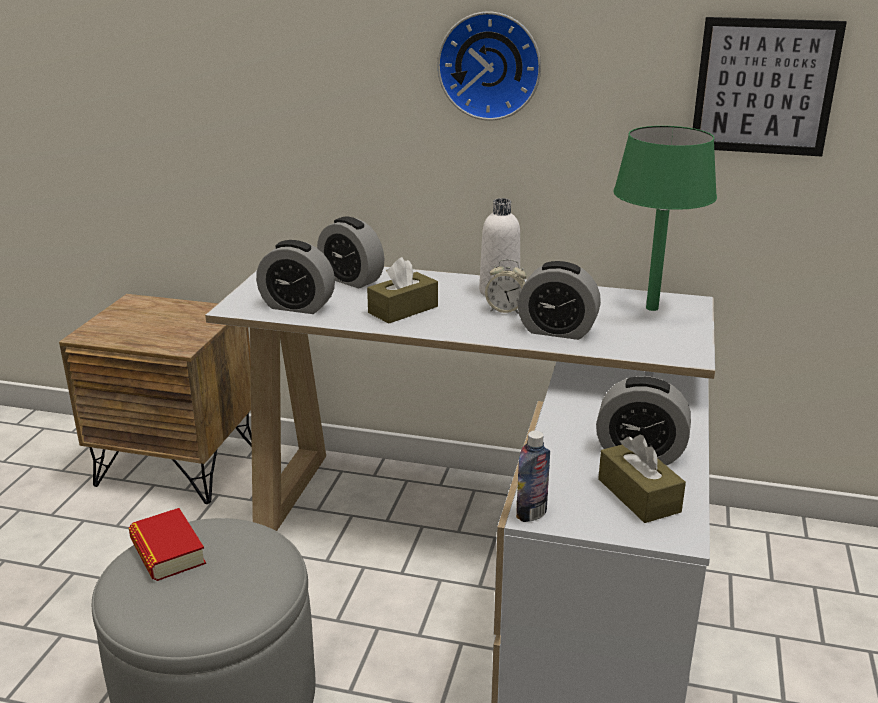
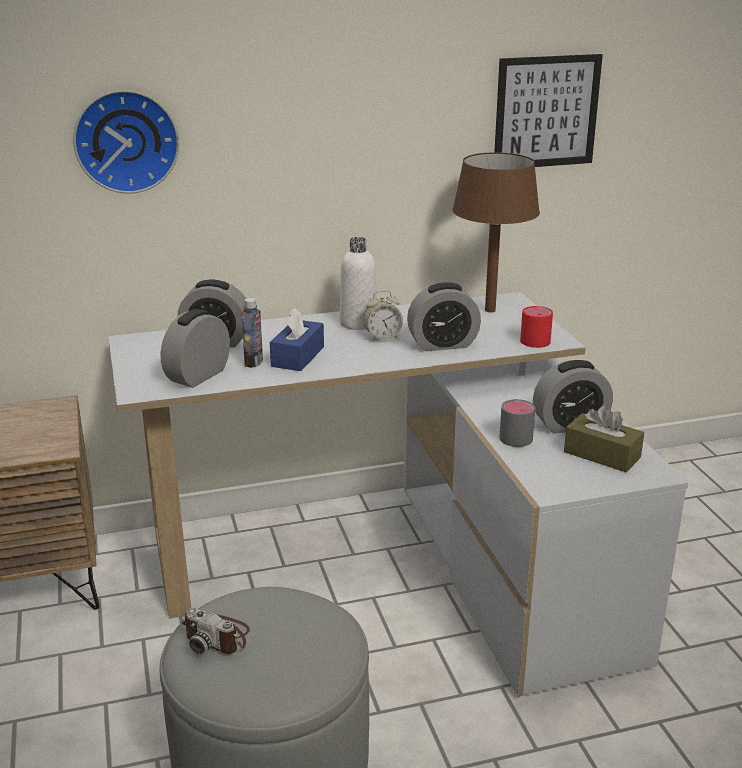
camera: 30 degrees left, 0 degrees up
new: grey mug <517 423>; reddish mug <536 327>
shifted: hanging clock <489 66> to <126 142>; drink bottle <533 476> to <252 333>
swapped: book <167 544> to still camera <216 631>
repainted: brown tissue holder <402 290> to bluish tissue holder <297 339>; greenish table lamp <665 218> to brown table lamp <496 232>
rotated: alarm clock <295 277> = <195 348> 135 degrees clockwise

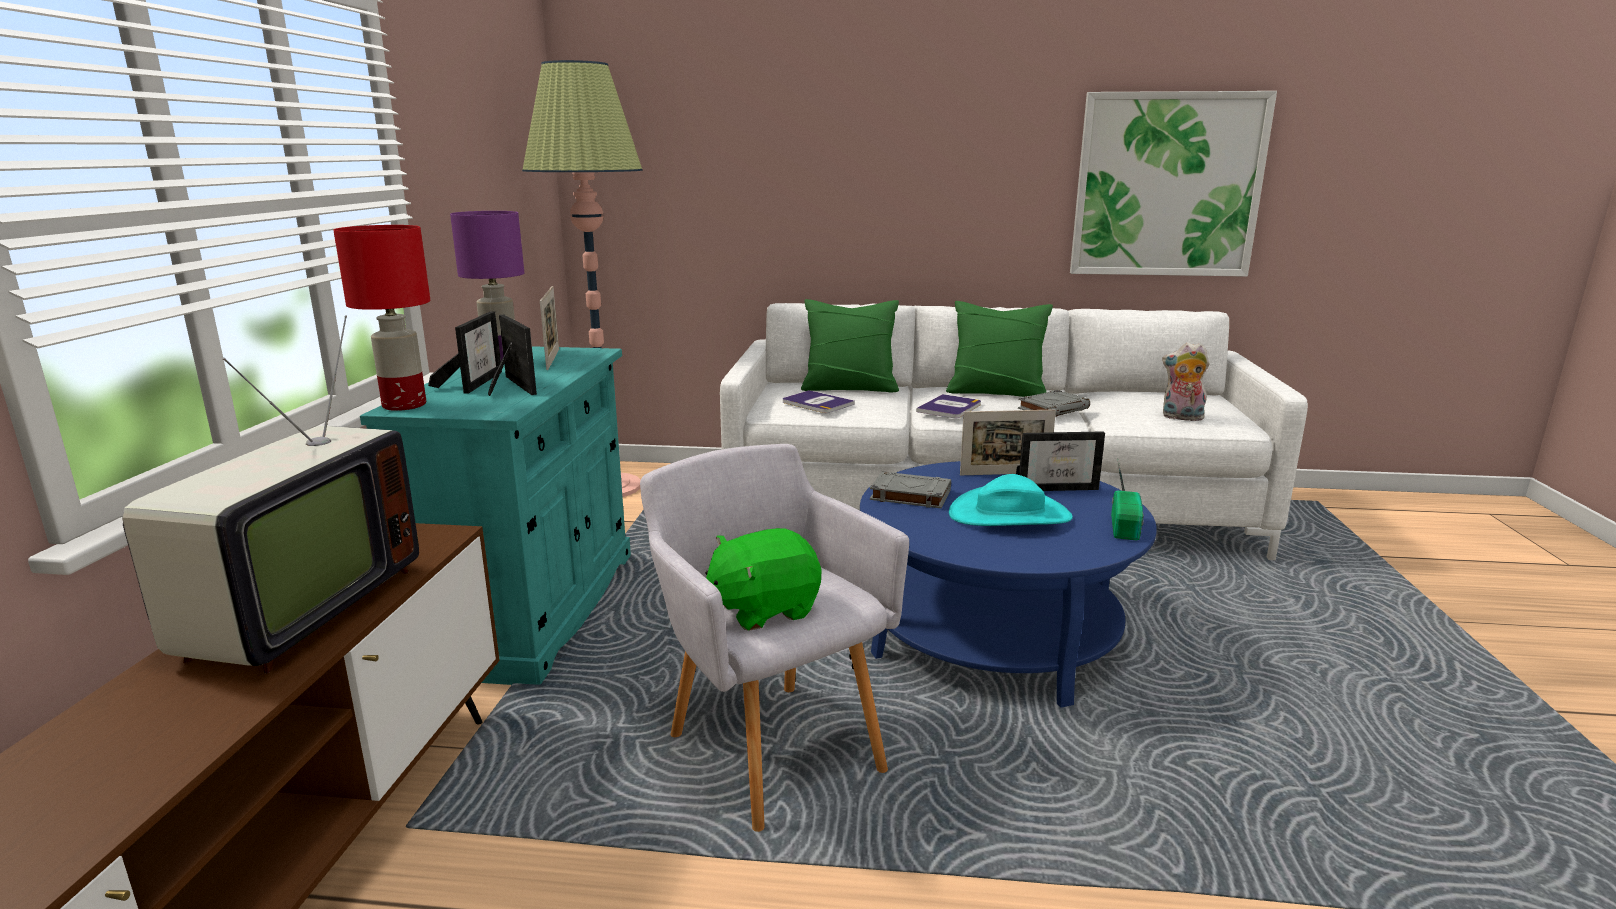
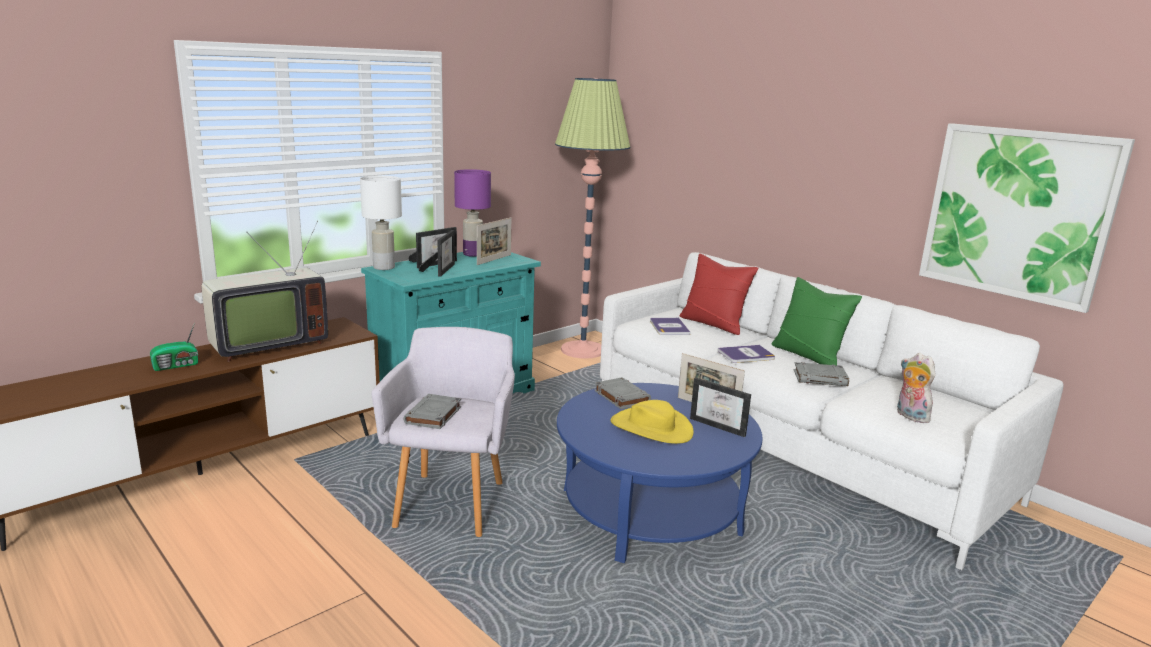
camera: 40 degrees right, 0 degrees up
shifted: radio set <1127 499> to <174 346>
swapped: greenish cuddly toy <763 579> to grey book <432 411>
repainted: reddish table lamp <381 318> to white-coloured table lamp <381 223>; greenish cushion <850 345> to reddish cushion <719 294>; blue-green clothing hat <1011 500> to yellowish clothing hat <652 422>

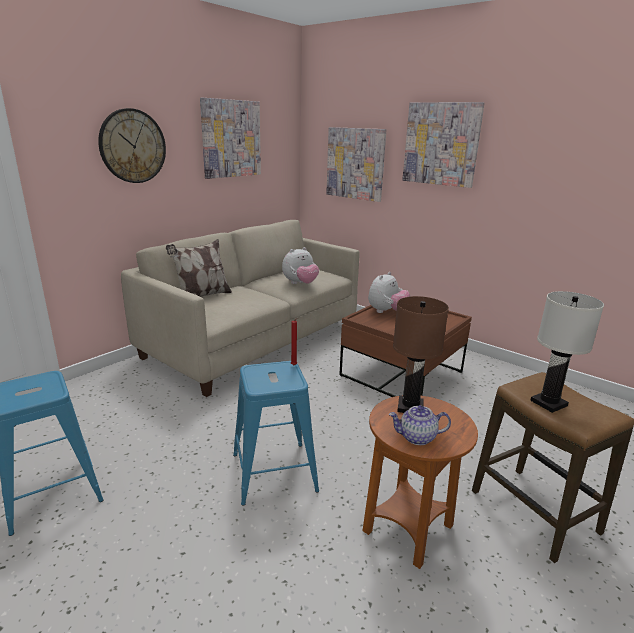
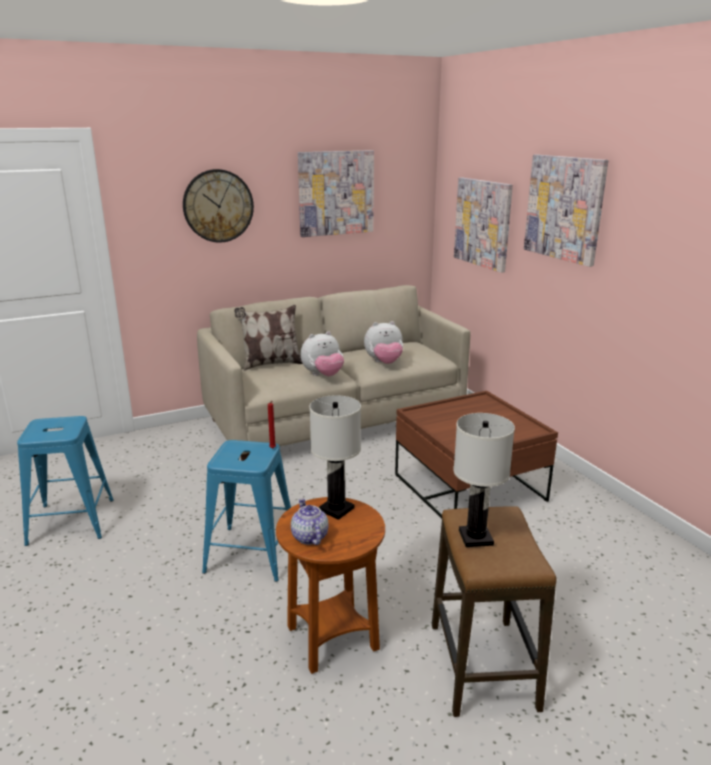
camera: 25 degrees right, 0 degrees up
shifted: cuddly toy <389 292> to <322 353>
repainted: brown table lamp <421 354> to white-coloured table lamp <335 457>
rotated: pot for tea <420 425> = <310 521> 45 degrees clockwise

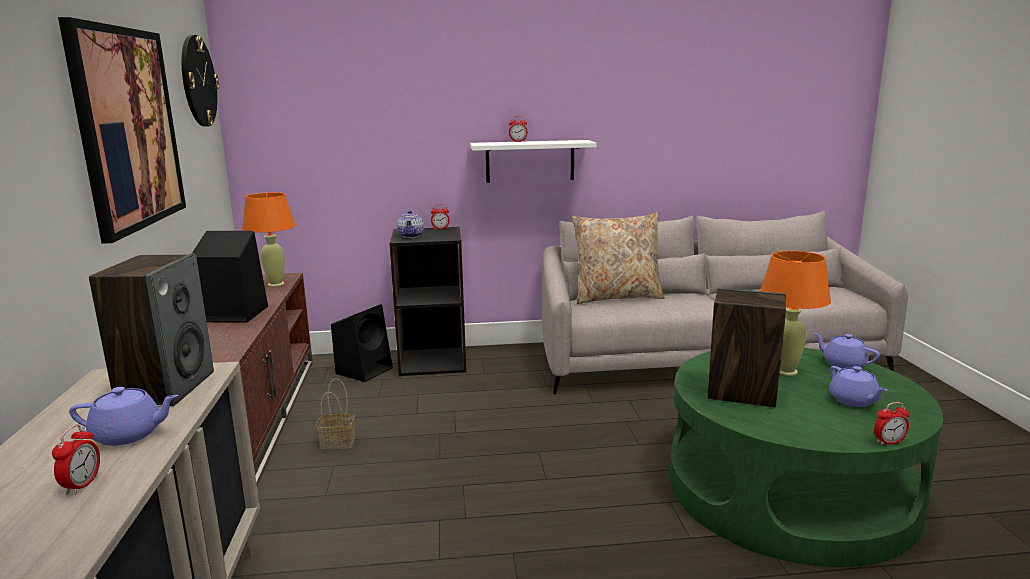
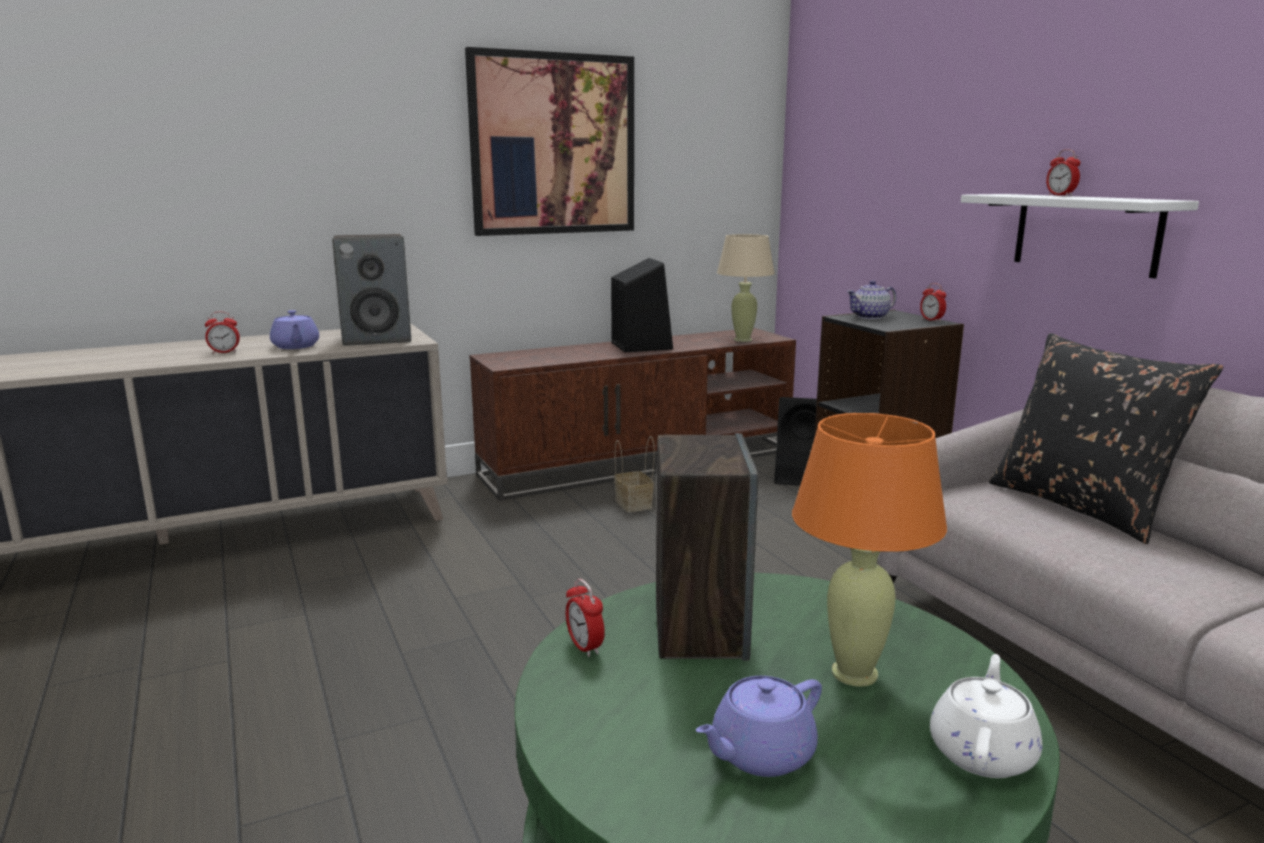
camera: 70 degrees right, 0 degrees up
gone: hanging clock <200 81>
shifted: alarm clock <891 424> to <585 618>
repainted: orange table lamp <268 239> to sand-coloured table lamp <746 288>; sand-coloured cushion <618 258> to blackish cushion <1106 438>; purple-coloured pot for tea <846 350> to white-coloured pot for tea <986 716>

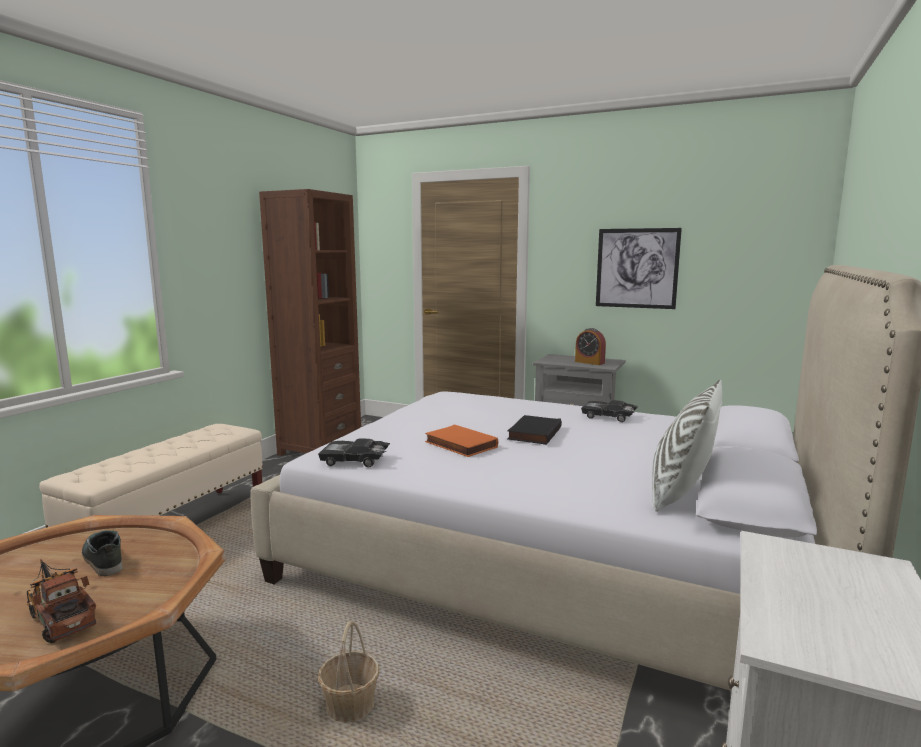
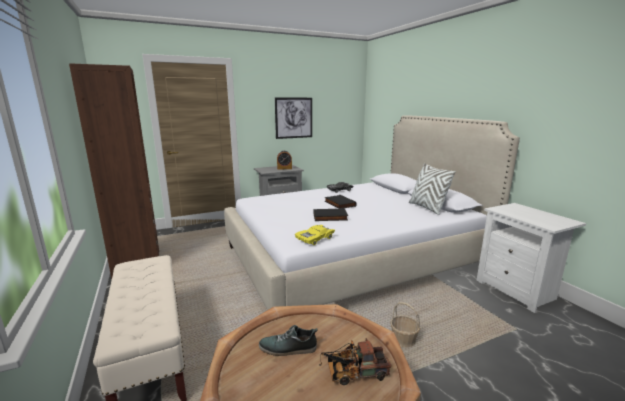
camera: 50 degrees left, 5 degrees up
repainted: blackish toy car <354 452> to yellowish toy car <315 235>; orange book <461 441> to blackish book <330 215>

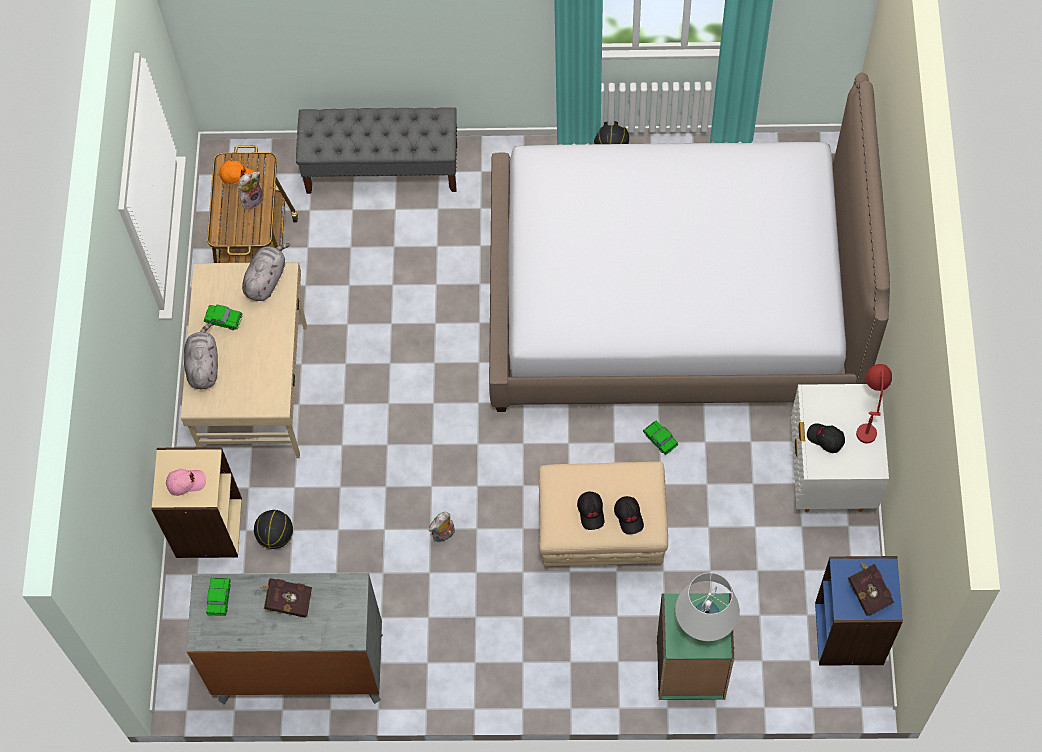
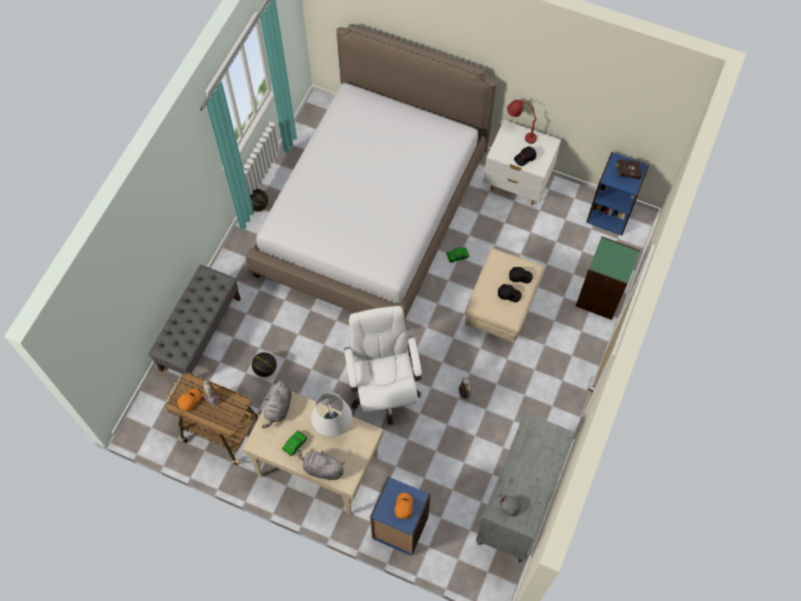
camera: 70 degrees left, 0 degrees up
gone: reddish book <286 598>
new: white-coloured office chair <383 365>
shifted: basketball ball <273 529> to <264 364>; white-coloured table lamp <707 607> to <331 414>
swapped: toy car <218 597> to grey peaked cap <506 505>
repainted: sand-coloured bookshelf <196 502> to bluish bookshelf <400 516>; pink-coloured peaked cap <186 482> to orange peaked cap <404 506>
rotated: grey cuddly toy <266 272> = <277 404> 120 degrees counterclockwise

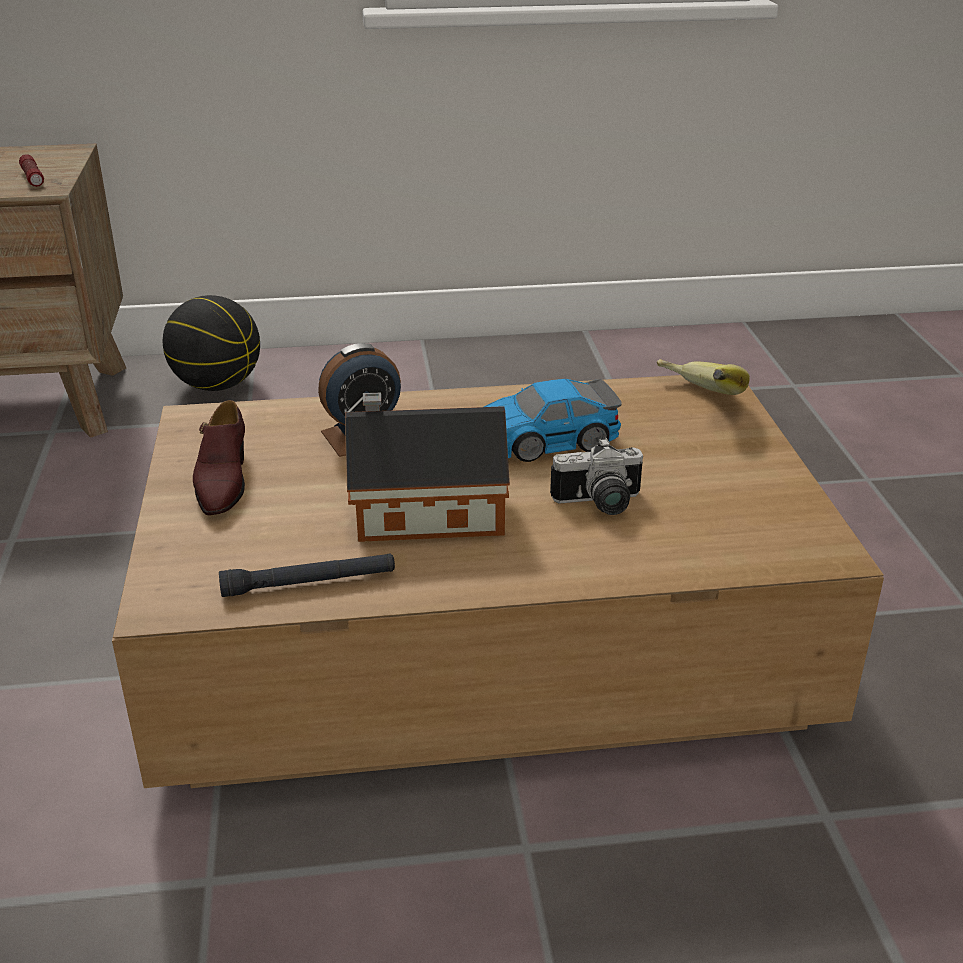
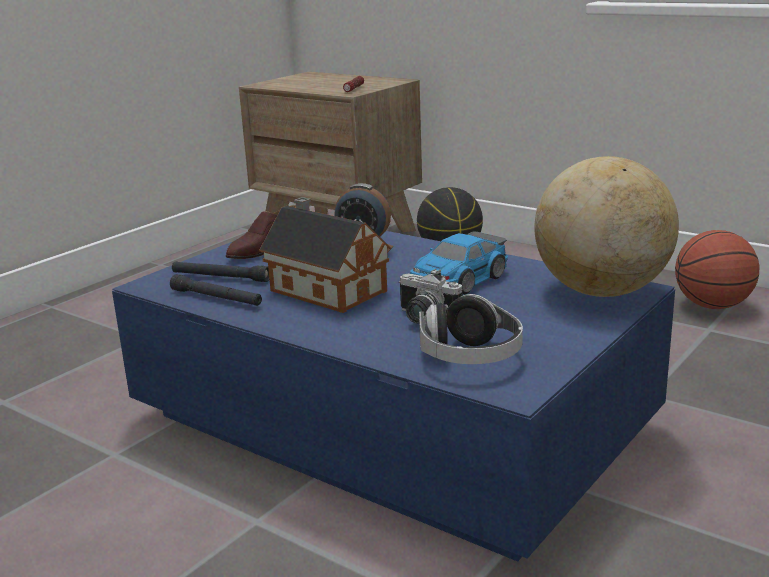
camera: 45 degrees right, 10 degrees down
new: blackish hand torch <220 272>; headset <471 329>; basketball ball <717 269>
swapped: banana <703 377> to desk globe <606 226>
repainted: brown coffee table <498 581> to bluish coffee table <393 396>
rotated: toy car <552 420> = <459 262> 75 degrees counterclockwise

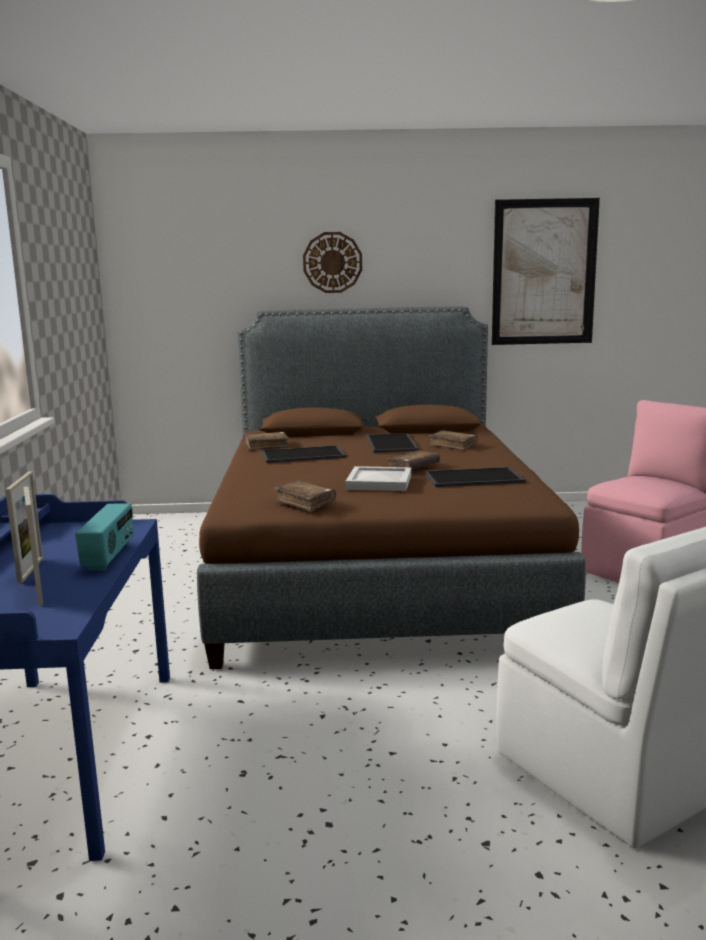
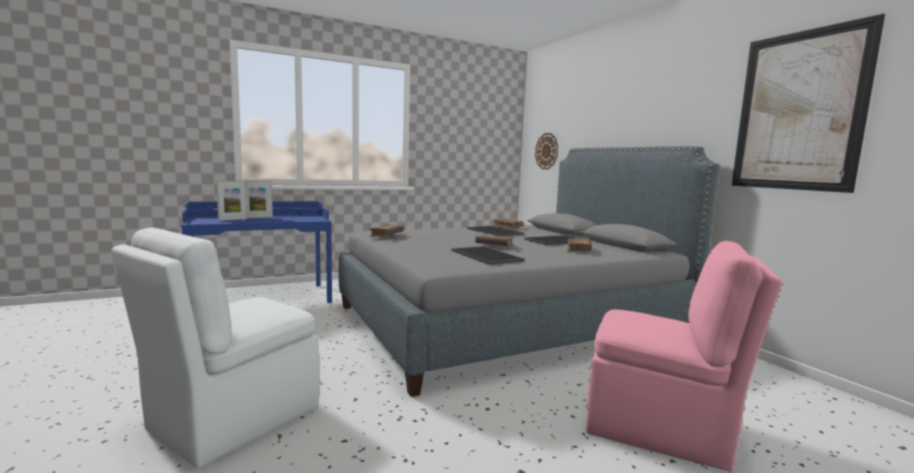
camera: 65 degrees right, 5 degrees down
gone: radio set <104 537>; white-coloured carrying tray <378 478>
shifted: hanging clock <332 262> to <546 151>
repainted: brown bed <391 488> to grey bed <529 271>

